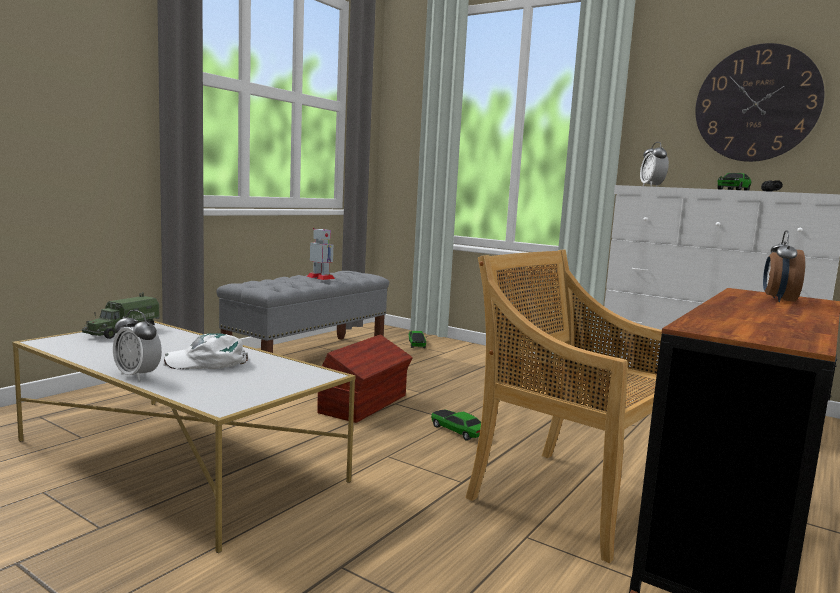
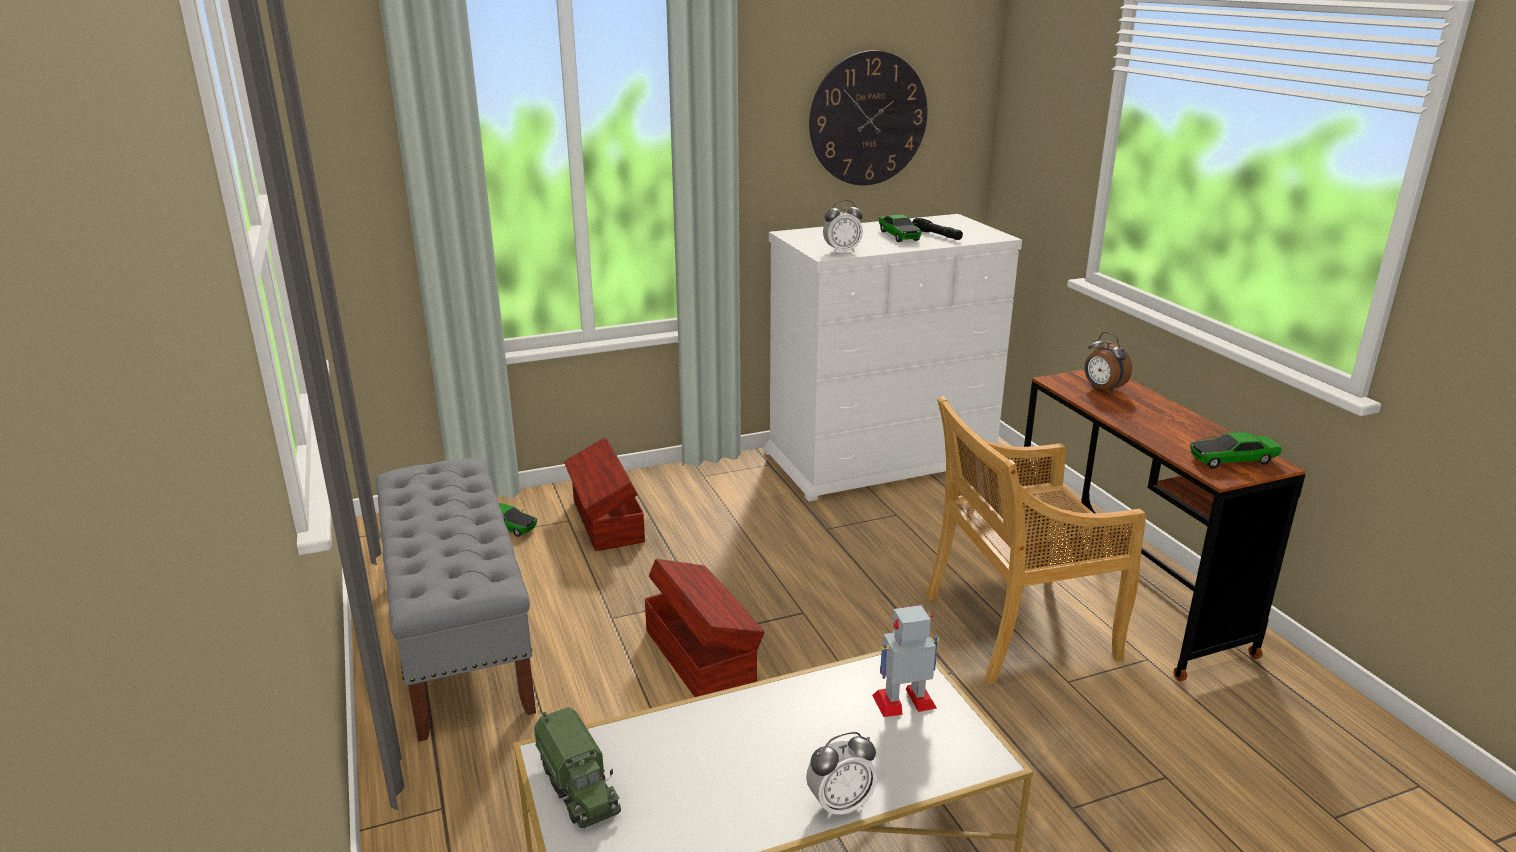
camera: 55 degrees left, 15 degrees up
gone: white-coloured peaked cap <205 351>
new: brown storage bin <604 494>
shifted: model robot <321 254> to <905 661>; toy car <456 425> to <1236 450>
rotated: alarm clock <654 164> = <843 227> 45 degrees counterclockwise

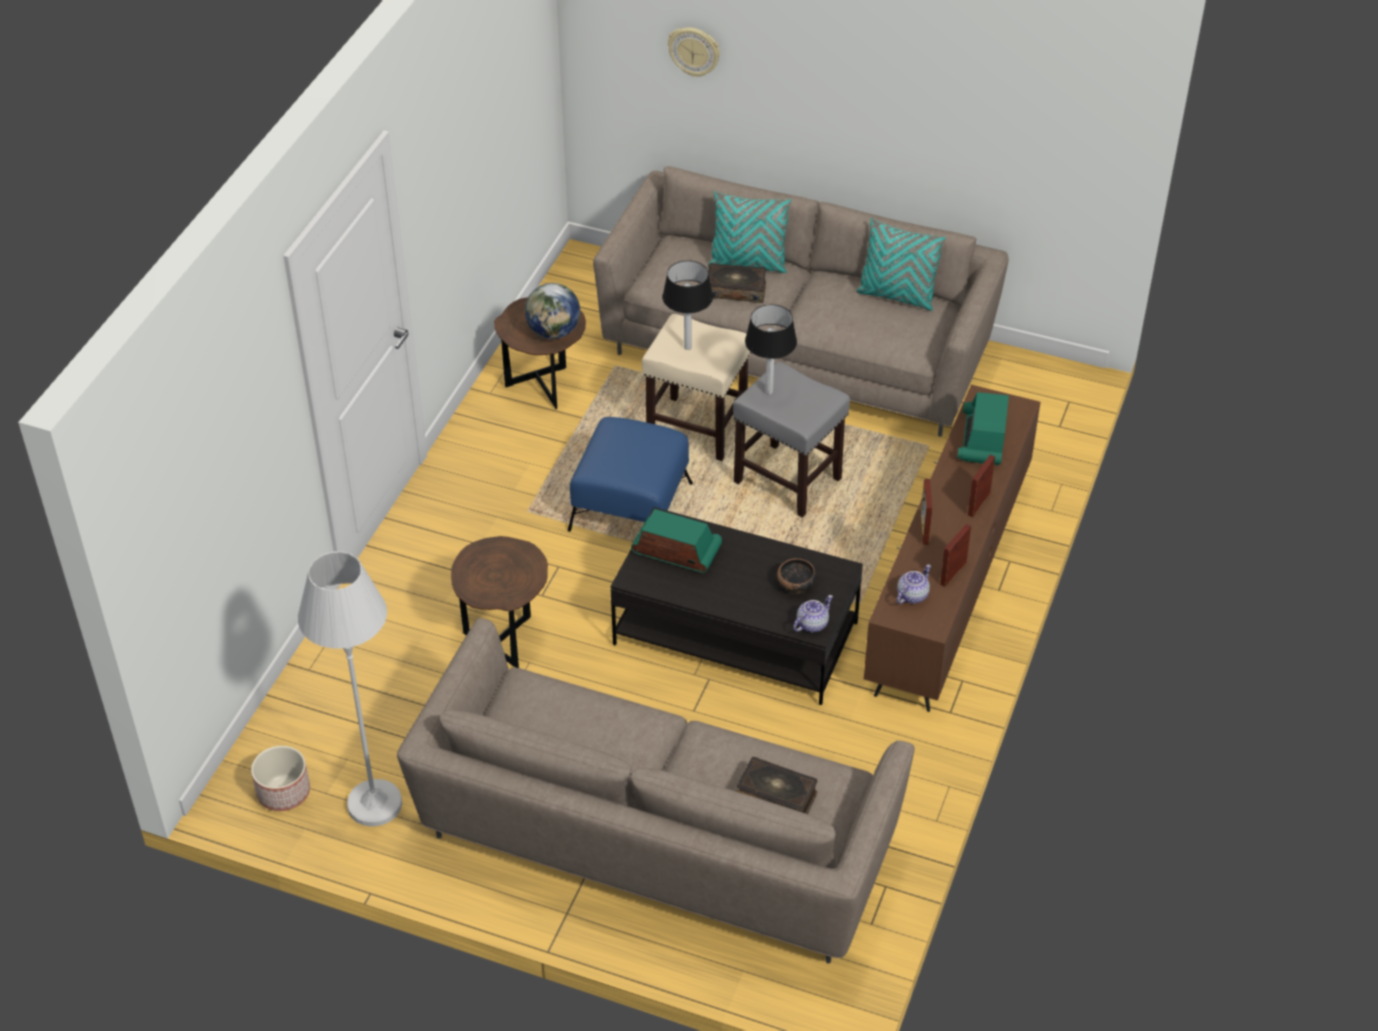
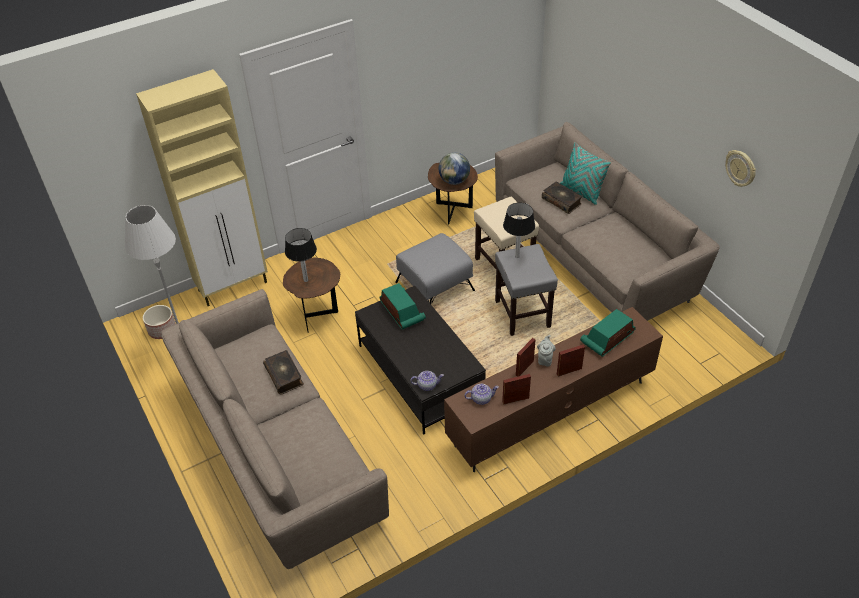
camera: 40 degrees right, 0 degrees up
gone: bowl <797 576>; blue-green cushion <901 264>
new: sand-coloured cupboard <202 187>; grey pot for tea <546 350>
shifted: table lamp <687 305> to <301 255>; hanging clock <694 52> to <740 168>; book <776 785> to <283 372>
repainted: bluish footrest <630 474> to grey footrest <435 268>

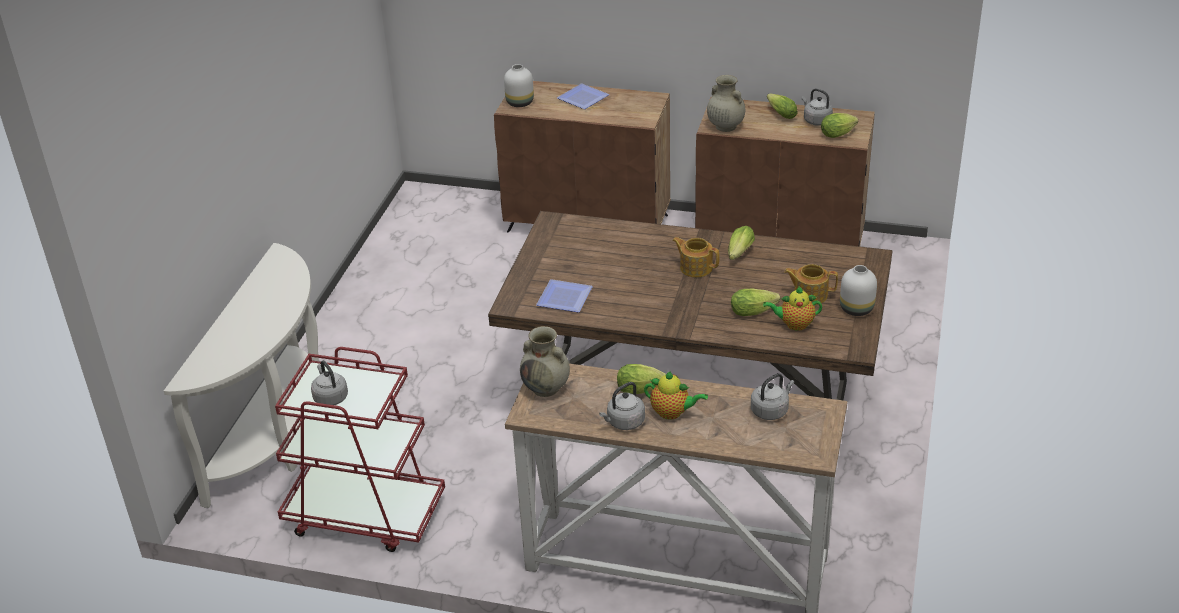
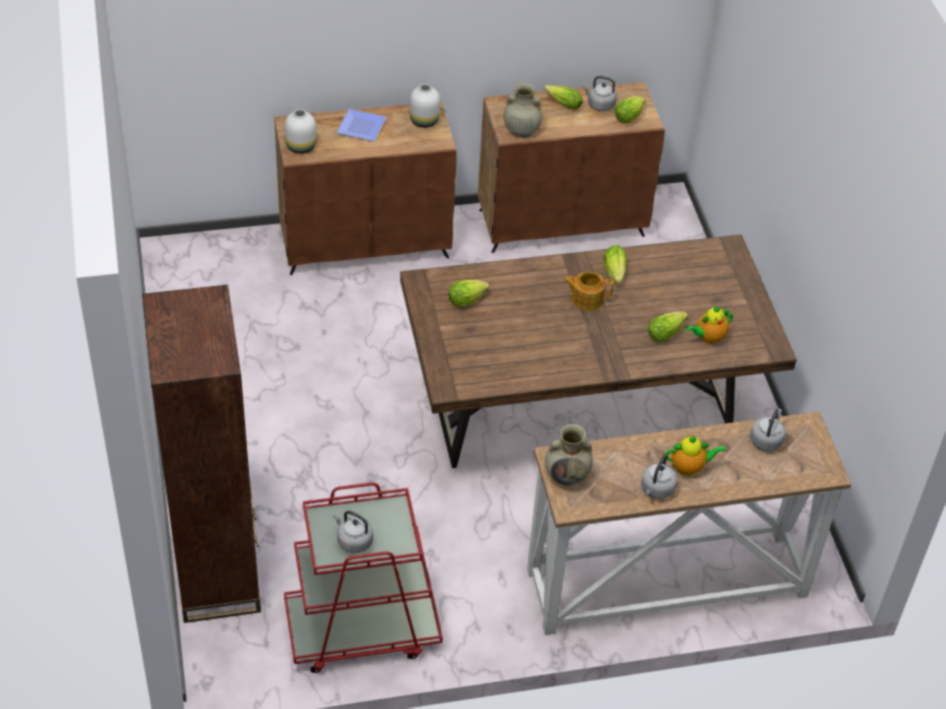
camera: 30 degrees left, 10 degrees up
gone: plate <564 295>; pot for tea <811 284>
shifted: lettuce <641 379> to <468 293>; white-coloured flower vase <858 290> to <425 106>
swapped: white-coloured narrow table <241 375> to brown bookshelf <201 454>

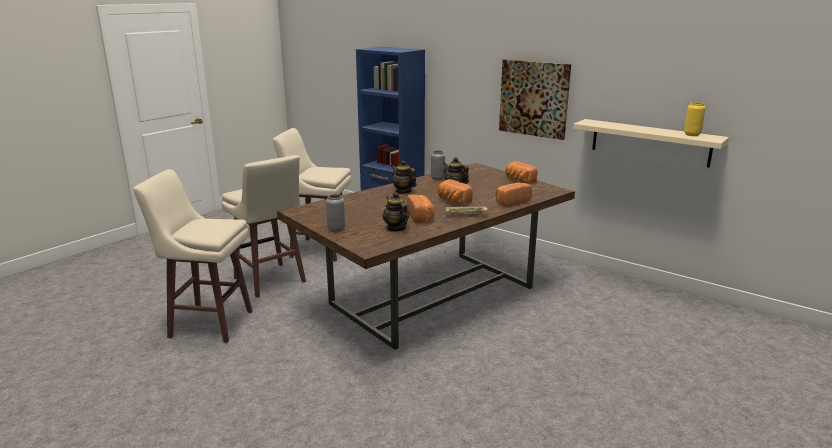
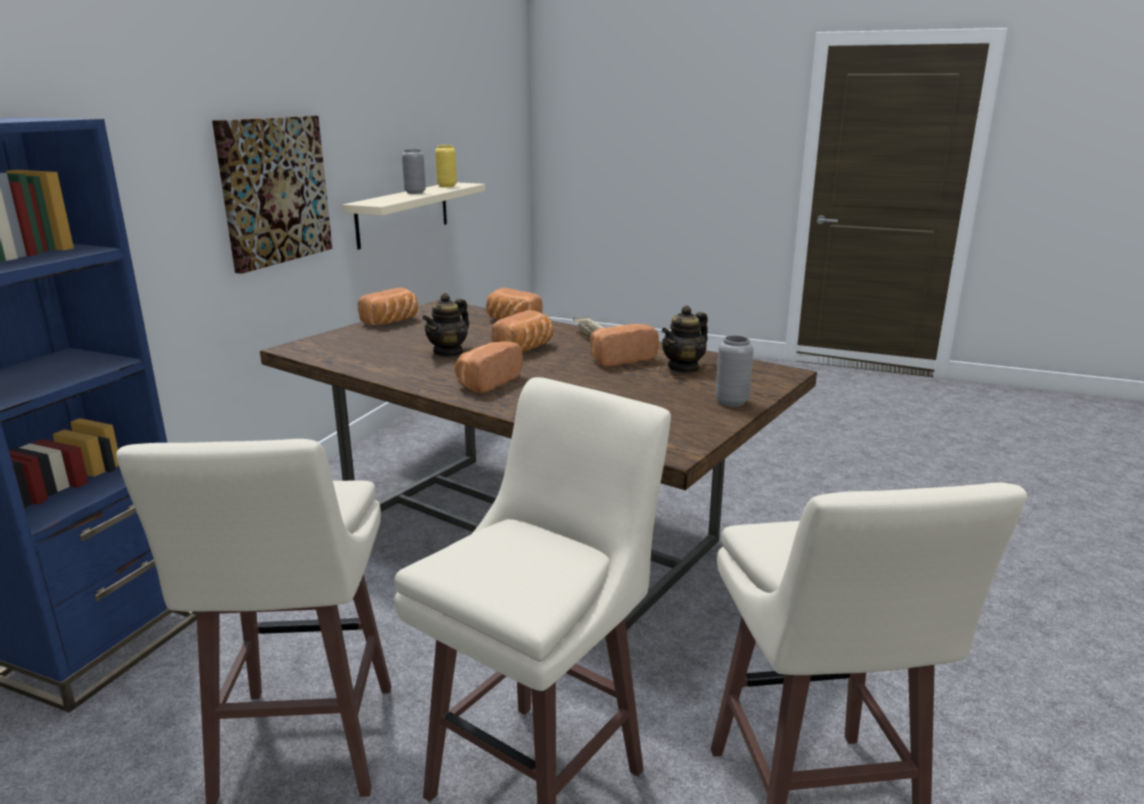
camera: 105 degrees left, 0 degrees up
shifted: grey flower vase <438 165> to <414 171>
swapped: pot for tea <403 177> to bakery bread <488 367>

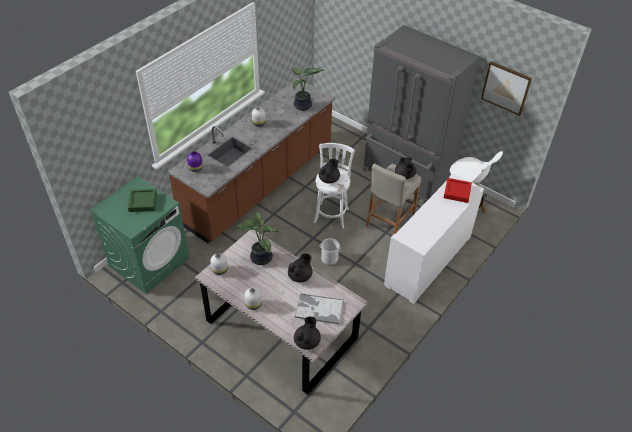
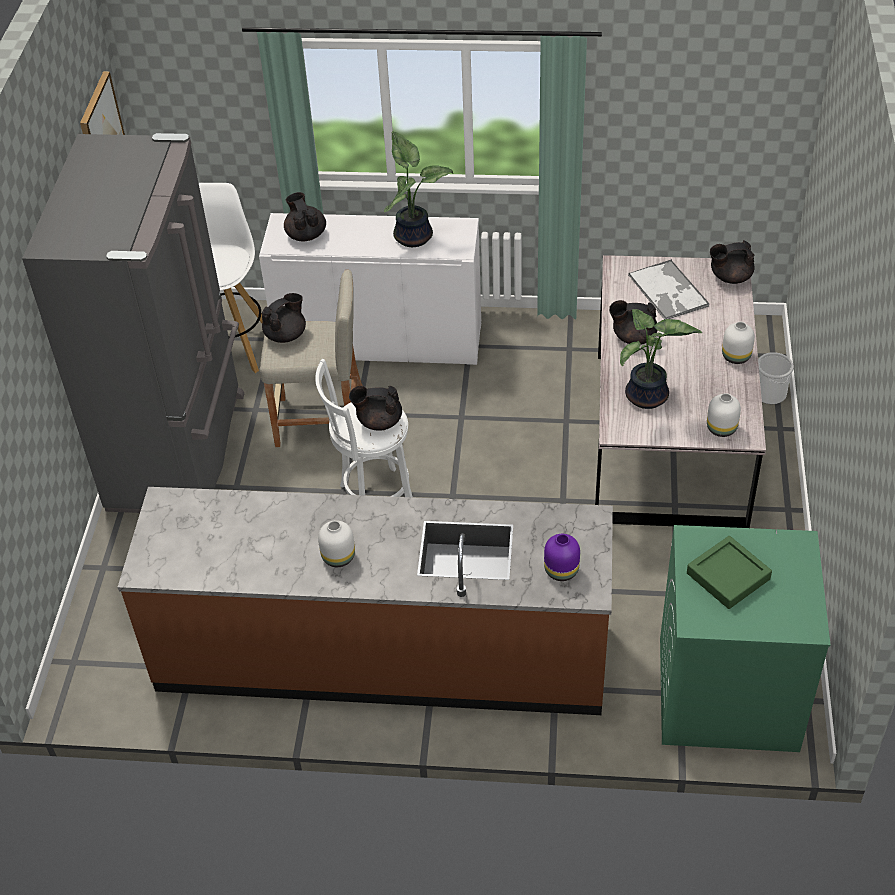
camera: 120 degrees left, 0 degrees up
shifted: potted plant <308 89> to <419 189>; pail <330 251> to <776 378>
swapped: reddish carrying tray <458 190> to blackish pot for tea <305 216>

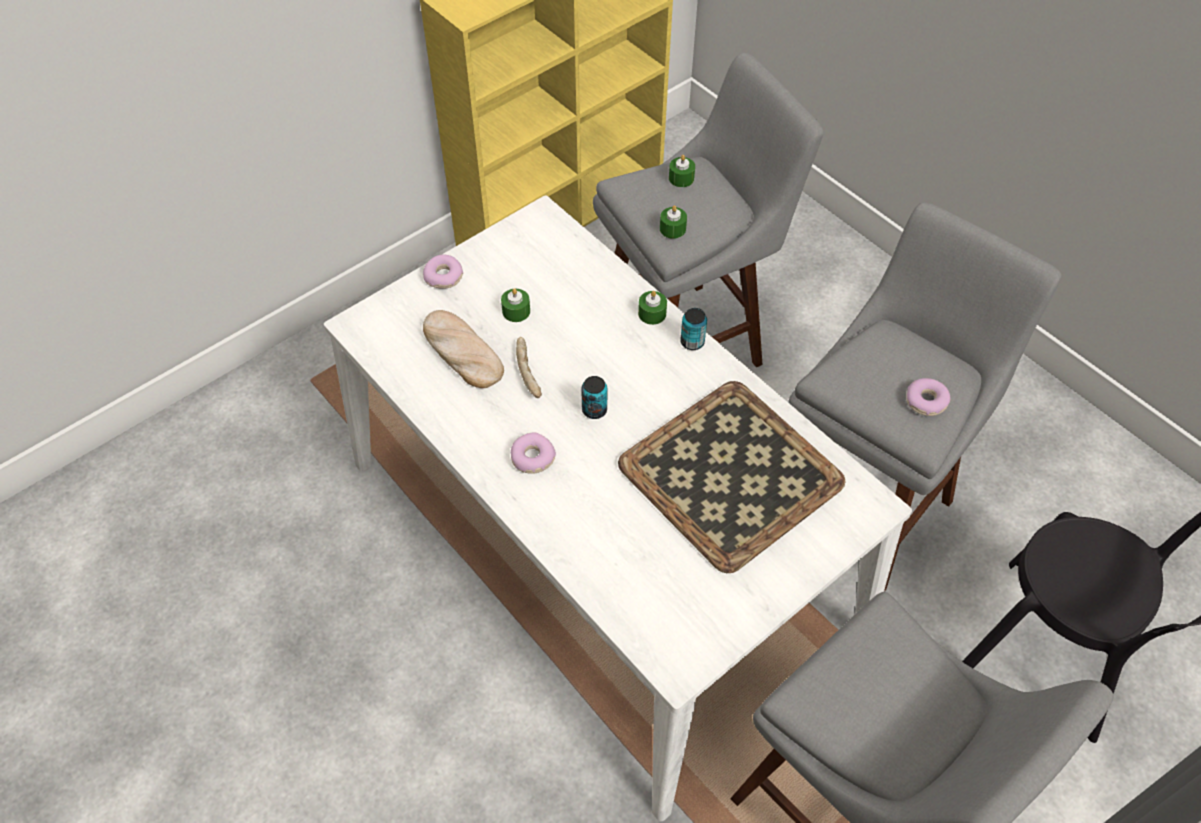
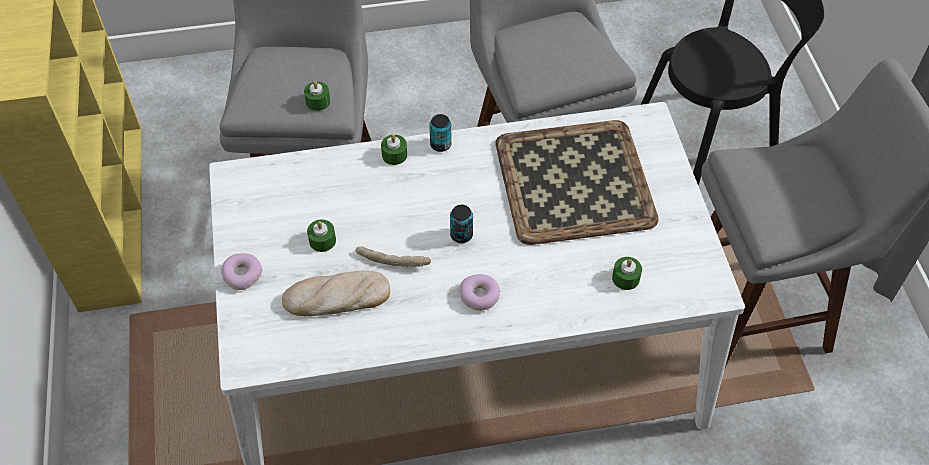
camera: 60 degrees left, 0 degrees up
gone: ring doughnut <928 397>
shifted: greenish wax light <682 171> to <627 273>

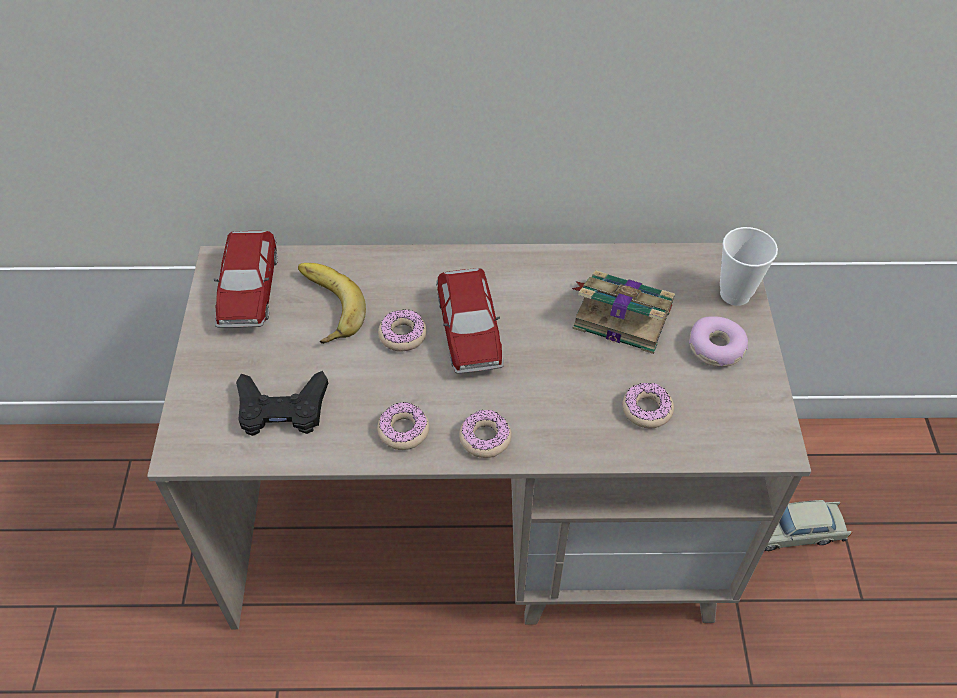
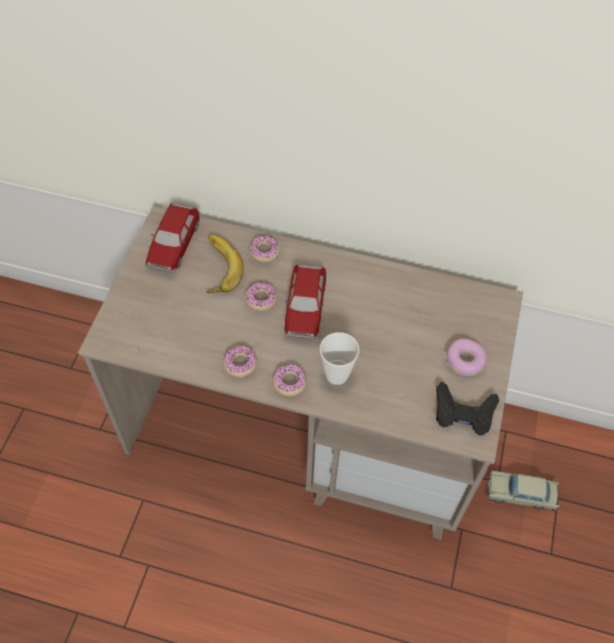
camera: 15 degrees right, 5 degrees up
gone: book <623 312>
shifted: blackish joypad <282 403> to <467 409>; ring doughnut <648 405> to <264 249>; small cup <749 266> to <339 358>

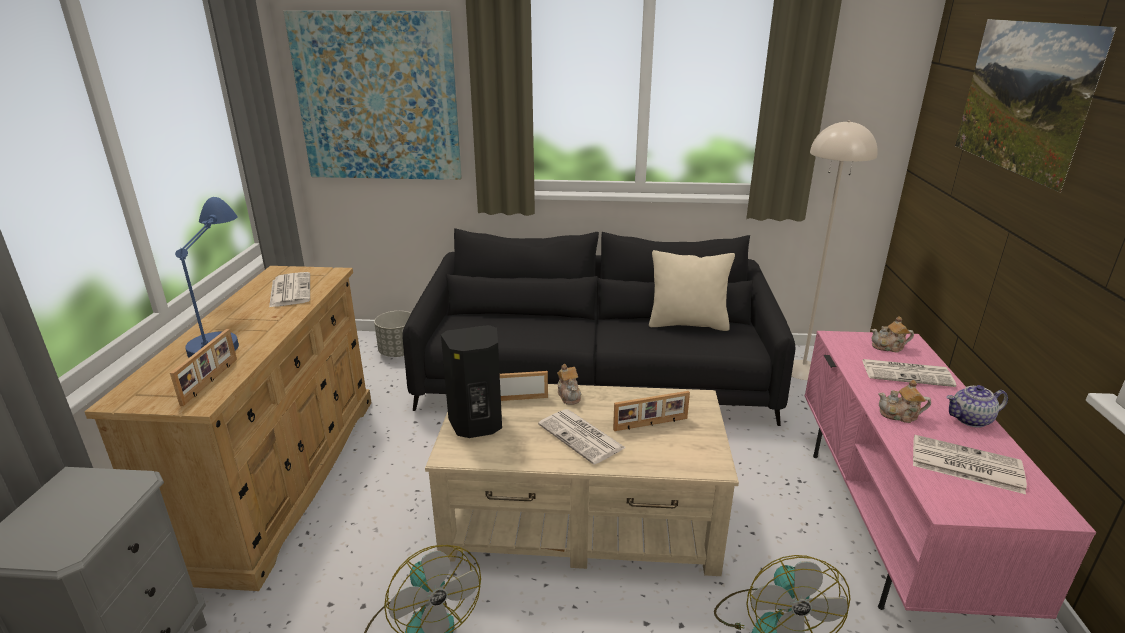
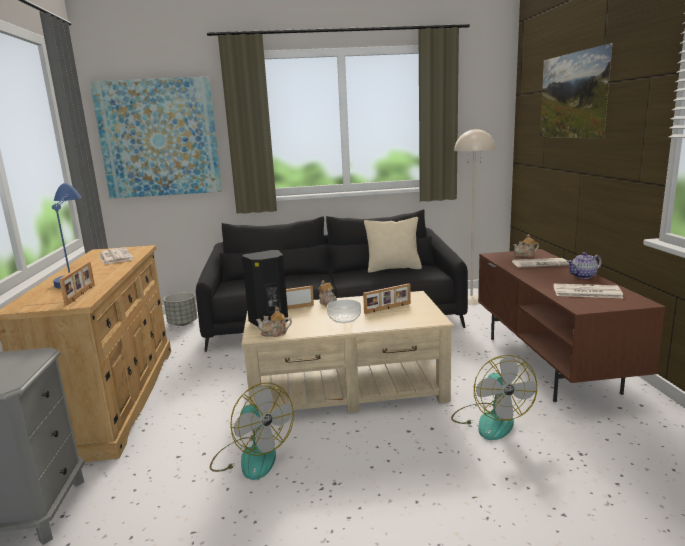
camera: 10 degrees left, 10 degrees down
shifted: pot for tea <904 401> to <274 321>
swapped: newspaper <582 437> to bowl <344 311>
repainted: pink-coloured media console <950 475> to brown media console <572 325>

